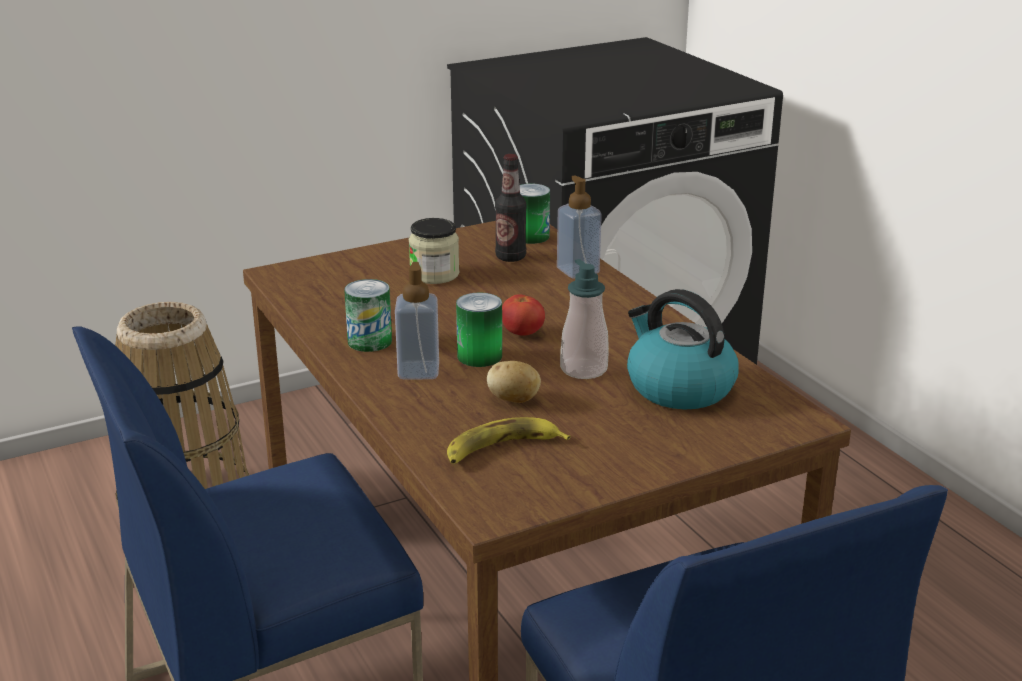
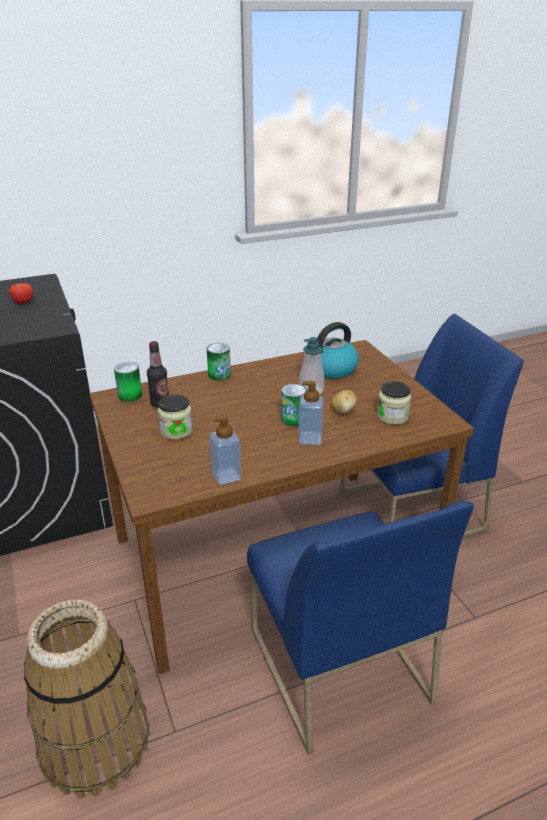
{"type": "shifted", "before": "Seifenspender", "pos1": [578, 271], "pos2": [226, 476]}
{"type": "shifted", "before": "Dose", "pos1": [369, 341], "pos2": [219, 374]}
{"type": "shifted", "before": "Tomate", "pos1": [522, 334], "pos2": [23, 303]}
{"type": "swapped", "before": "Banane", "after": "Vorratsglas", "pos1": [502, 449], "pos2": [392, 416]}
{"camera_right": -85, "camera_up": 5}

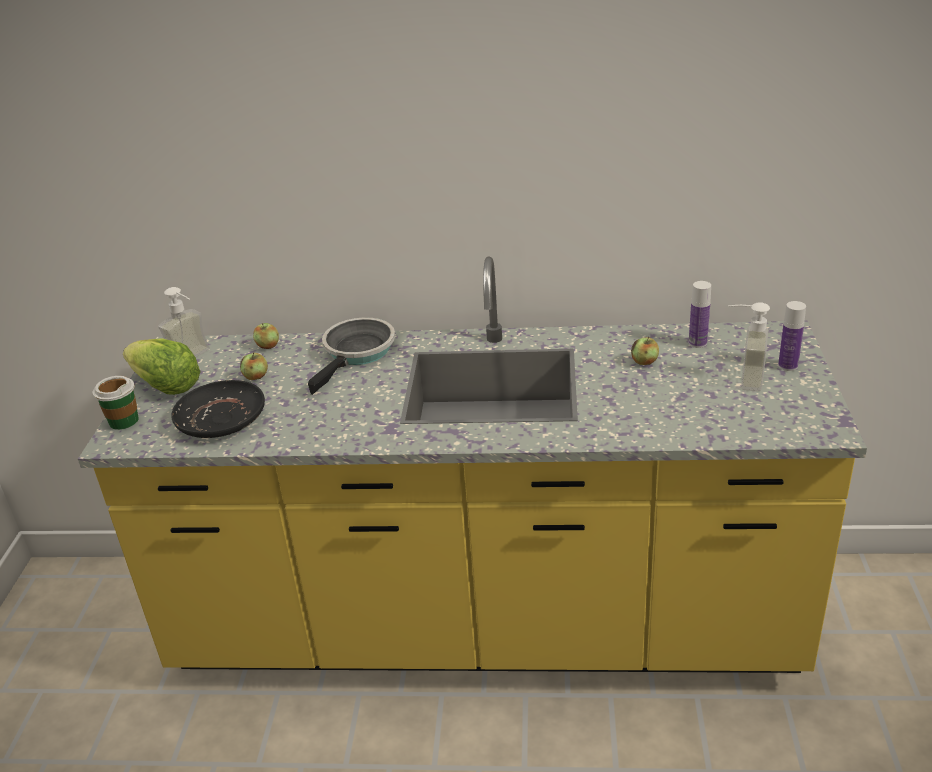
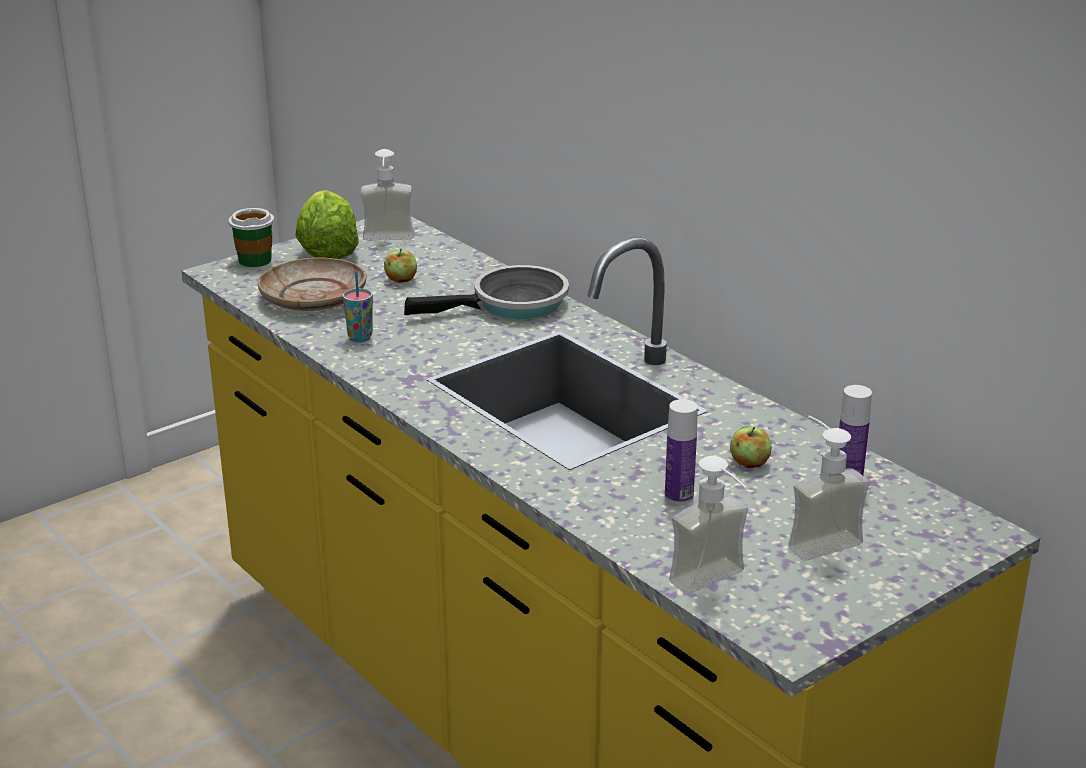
{"type": "shifted", "before": "Flasche", "pos1": [788, 366], "pos2": [679, 496]}
{"type": "gone", "before": "Apfel", "pos1": [268, 346]}
{"type": "repainted", "before": "Teller/schwarz", "after": "Teller/beige", "pos1": [222, 420], "pos2": [314, 298]}
{"type": "new", "after": "Tasse", "pos2": [360, 338]}
{"type": "new", "after": "Seifenspender", "pos2": [716, 584]}
{"camera_right": 45, "camera_up": -5}

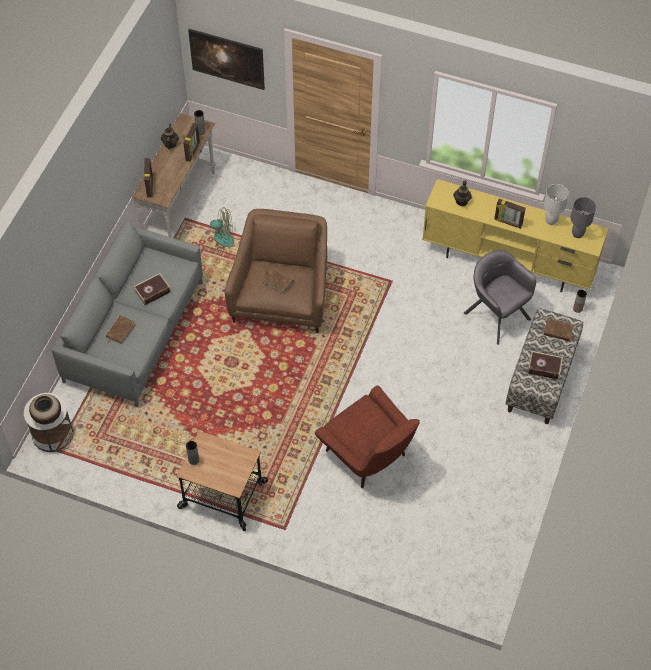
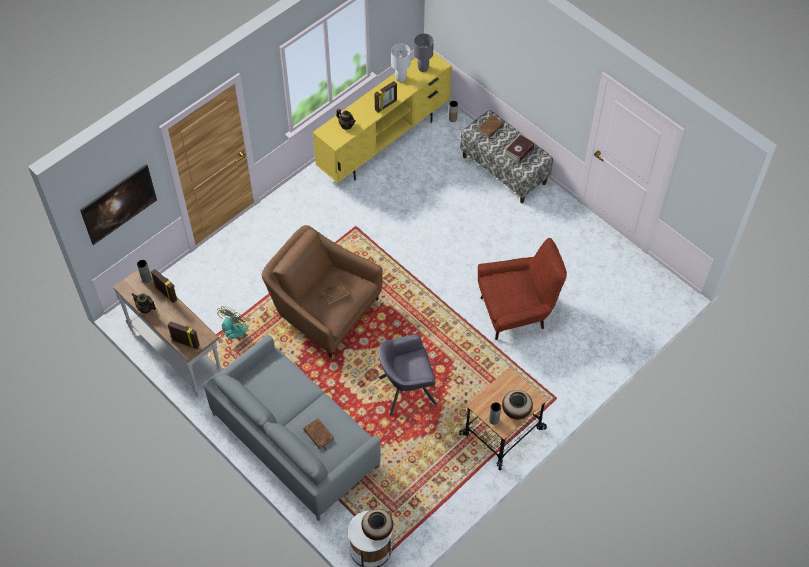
{"type": "shifted", "before": "Sessel/grau", "pos1": [497, 315], "pos2": [406, 390]}
{"type": "gone", "before": "Buch", "pos1": [152, 292]}
{"type": "new", "after": "Vase", "pos2": [516, 411]}
{"camera_right": -65, "camera_up": 0}

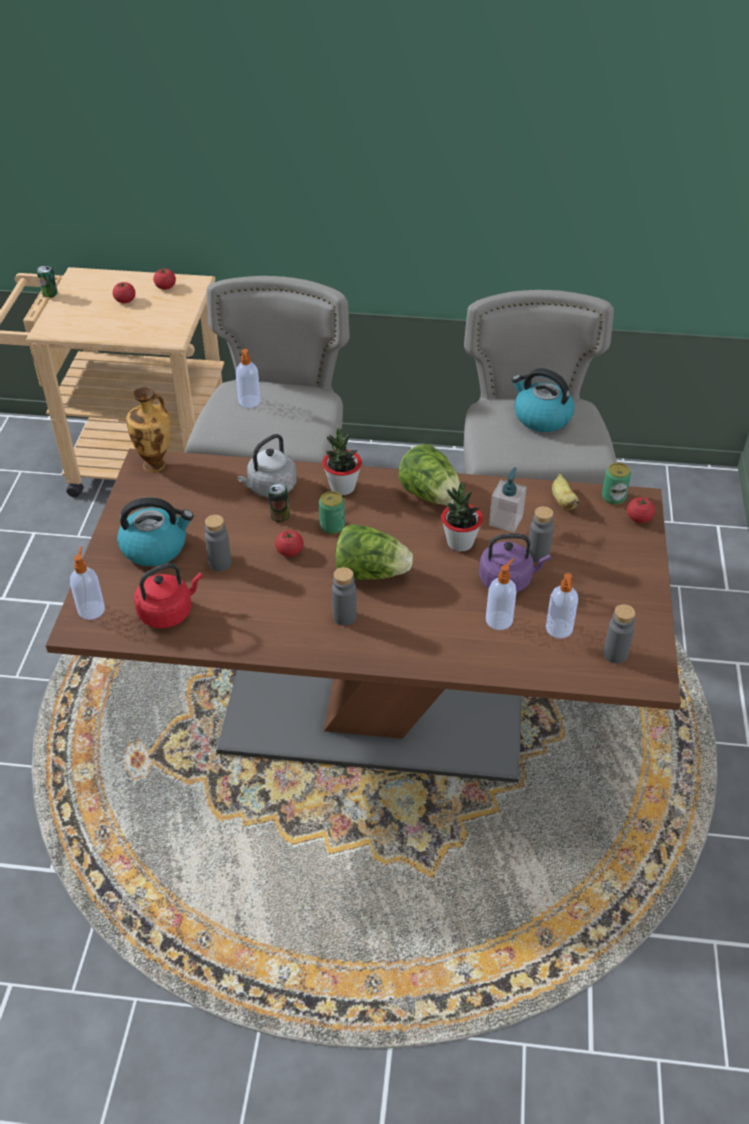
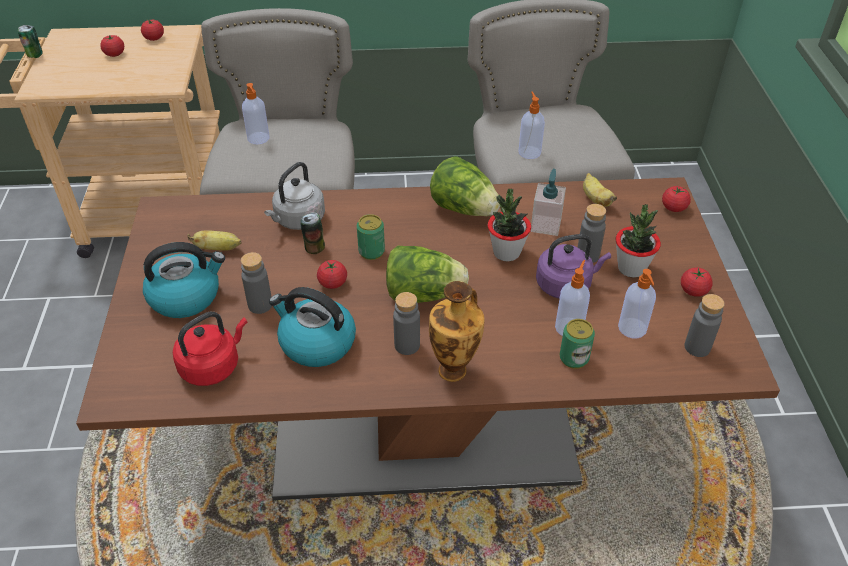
{"type": "shifted", "before": "Wasserkessel", "pos1": [541, 417], "pos2": [316, 343]}
{"type": "shifted", "before": "Vase", "pos1": [156, 465], "pos2": [454, 370]}
{"type": "shifted", "before": "Topfpflanze", "pos1": [342, 487], "pos2": [631, 268]}
{"type": "shifted", "before": "Dose", "pos1": [613, 497], "pos2": [574, 358]}
{"type": "shifted", "before": "Seifenspender", "pos1": [91, 609], "pos2": [529, 152]}
{"type": "new", "after": "Banane", "pos2": [218, 249]}
{"type": "new", "after": "Tomate", "pos2": [693, 291]}
{"camera_right": -10, "camera_up": 0}

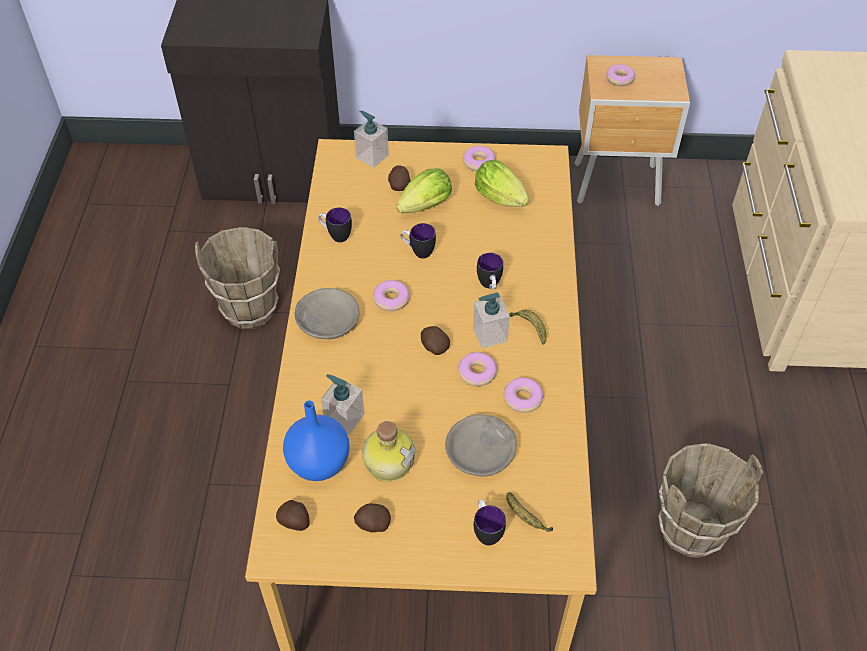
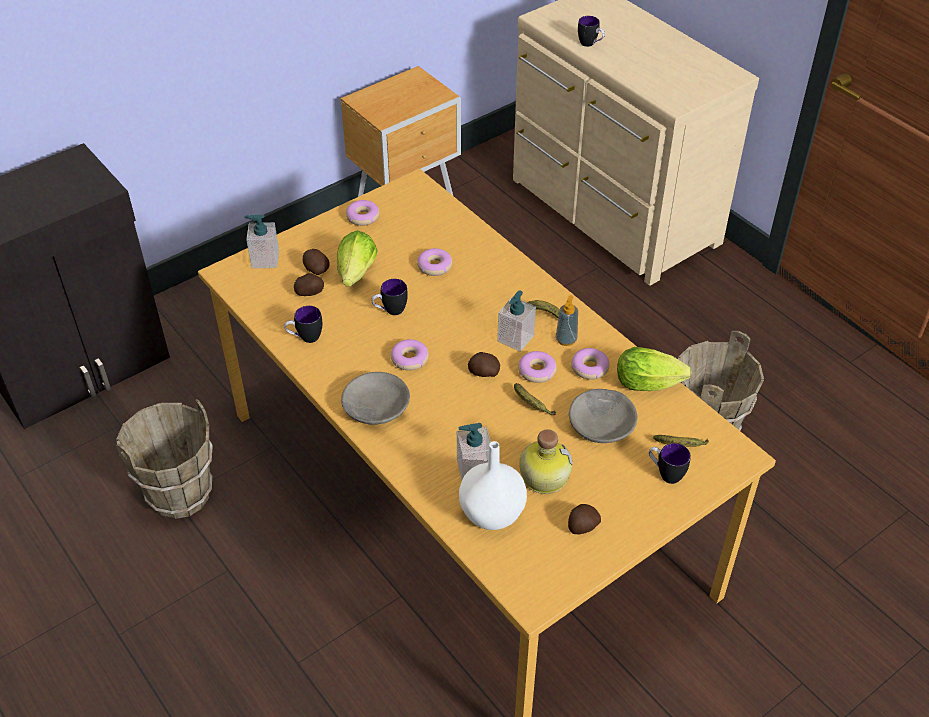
{"type": "shifted", "before": "Donut", "pos1": [619, 79], "pos2": [434, 266]}
{"type": "shifted", "before": "Salatkopf", "pos1": [502, 200], "pos2": [651, 384]}
{"type": "shifted", "before": "Henkelbecher", "pos1": [489, 286], "pos2": [590, 44]}
{"type": "repainted", "before": "Vase/blau", "after": "Vase/weiß", "pos1": [319, 465], "pos2": [493, 514]}
{"type": "shifted", "before": "Kartoffel", "pos1": [295, 522], "pos2": [310, 293]}
{"type": "new", "after": "Seifenspender", "pos2": [566, 340]}
{"type": "new", "after": "Banane", "pos2": [531, 404]}
{"camera_right": -40, "camera_up": -5}

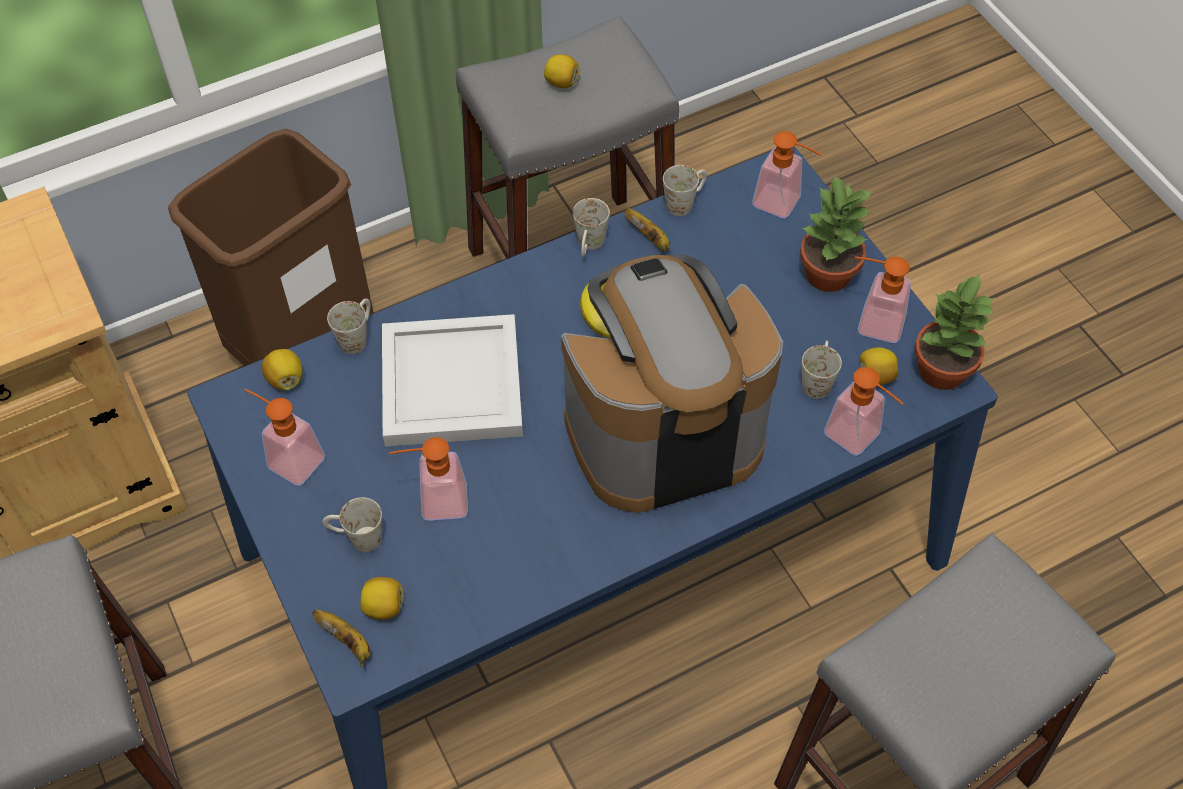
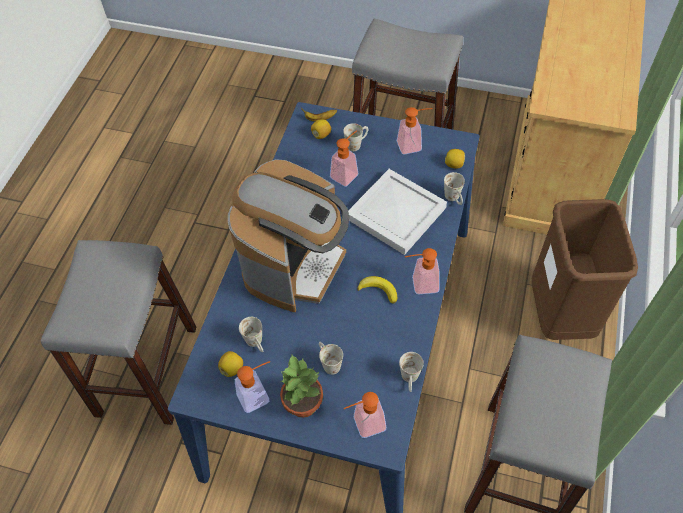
{"type": "gone", "before": "Zitrone", "pos1": [562, 82]}
{"type": "shifted", "before": "Henkelbecher/weiß", "pos1": [589, 247], "pos2": [328, 362]}
{"type": "gone", "before": "Banane", "pos1": [650, 238]}
{"type": "gone", "before": "Topfpflanze", "pos1": [940, 371]}
{"type": "shifted", "before": "Seifenspender", "pos1": [859, 439], "pos2": [420, 284]}
{"camera_right": 135, "camera_up": 0}

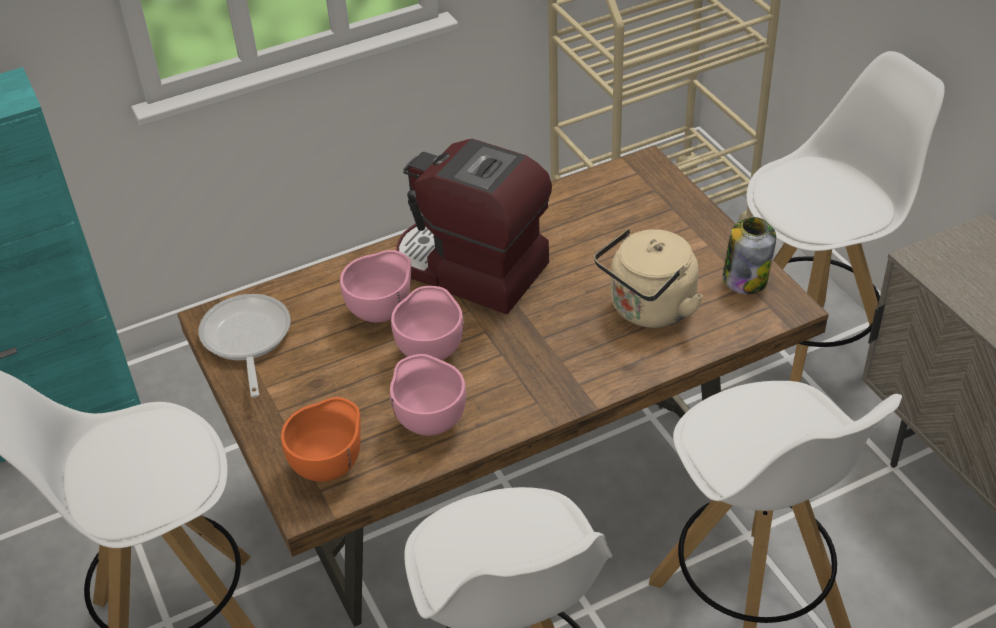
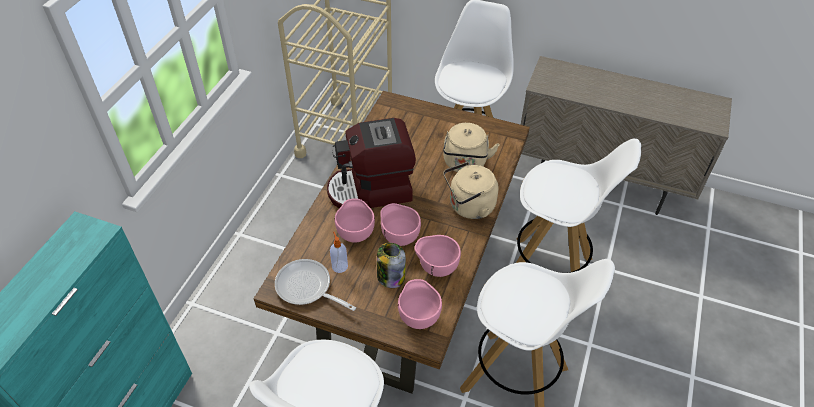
{"type": "shifted", "before": "Vorratsglas", "pos1": [745, 278], "pos2": [390, 276]}
{"type": "repainted", "before": "Schüssel/orange", "after": "Schüssel/rosa", "pos1": [330, 466], "pos2": [418, 317]}
{"type": "new", "after": "Wasserkessel/beige", "pos2": [469, 207]}
{"type": "new", "after": "Seifenspender", "pos2": [339, 266]}
{"camera_right": -45, "camera_up": 5}

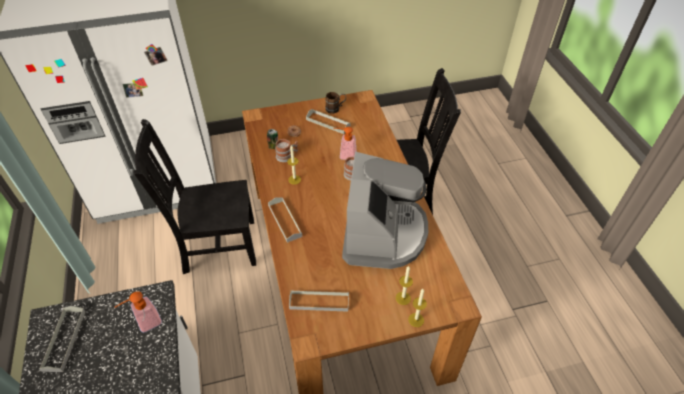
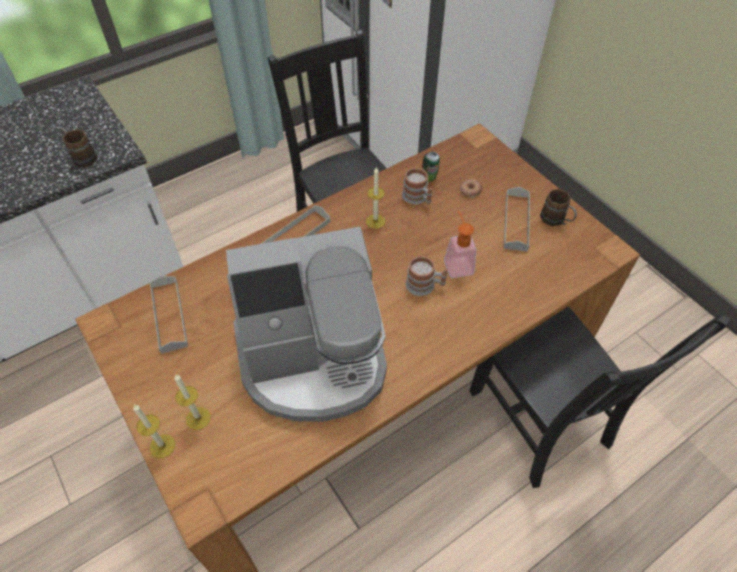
{"type": "swapped", "before": "Seifenspender", "after": "Henkelbecher/braun", "pos1": [144, 323], "pos2": [81, 156]}
{"type": "gone", "before": "Tablett/grau", "pos1": [64, 340]}
{"camera_right": 70, "camera_up": 5}

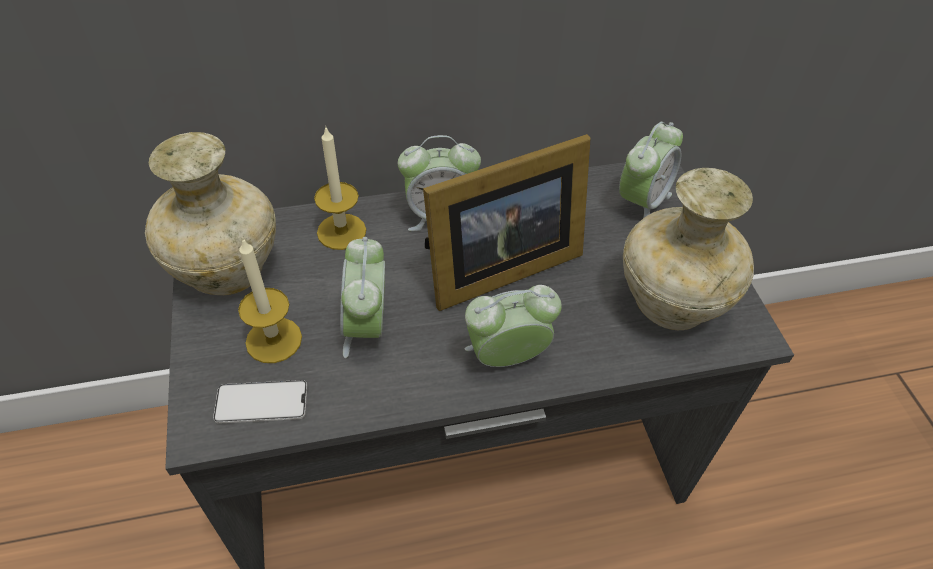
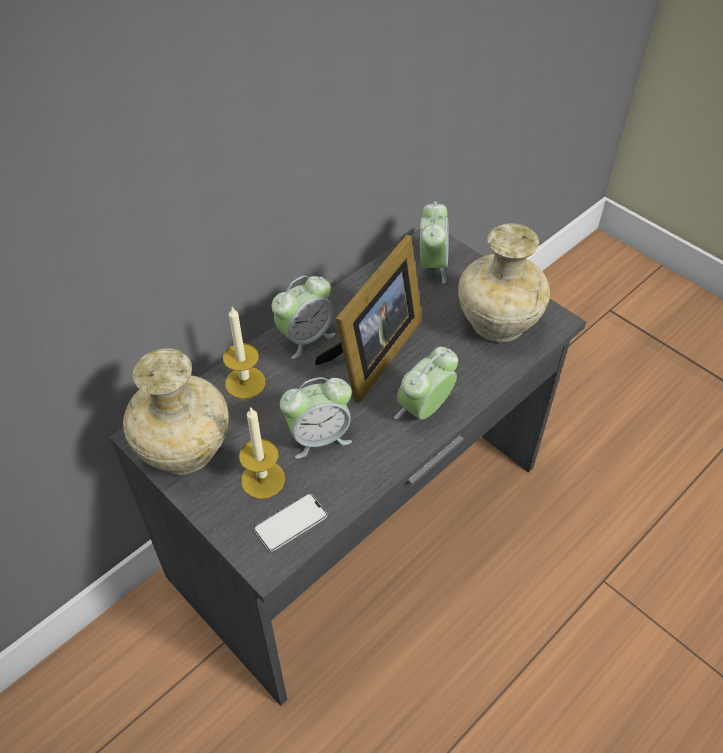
{"type": "rotated", "before": "Wecker", "pos1": [366, 326], "pos2": [319, 437], "turn": -75}
{"camera_right": -30, "camera_up": 0}

